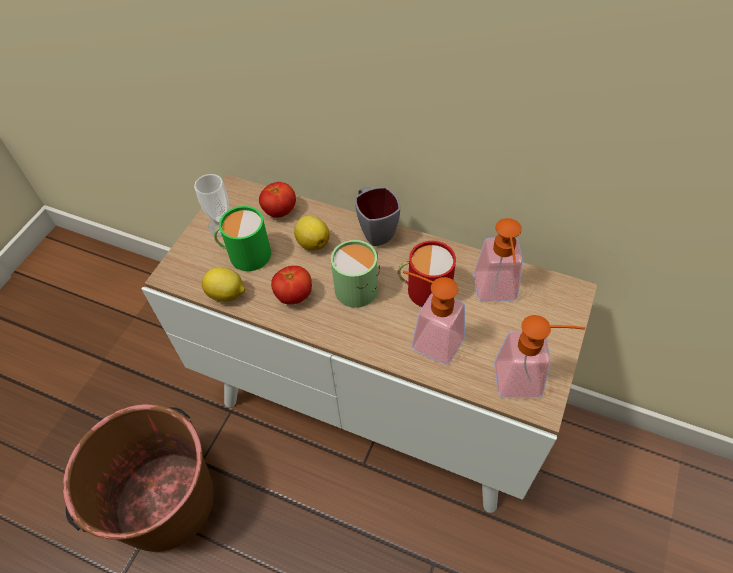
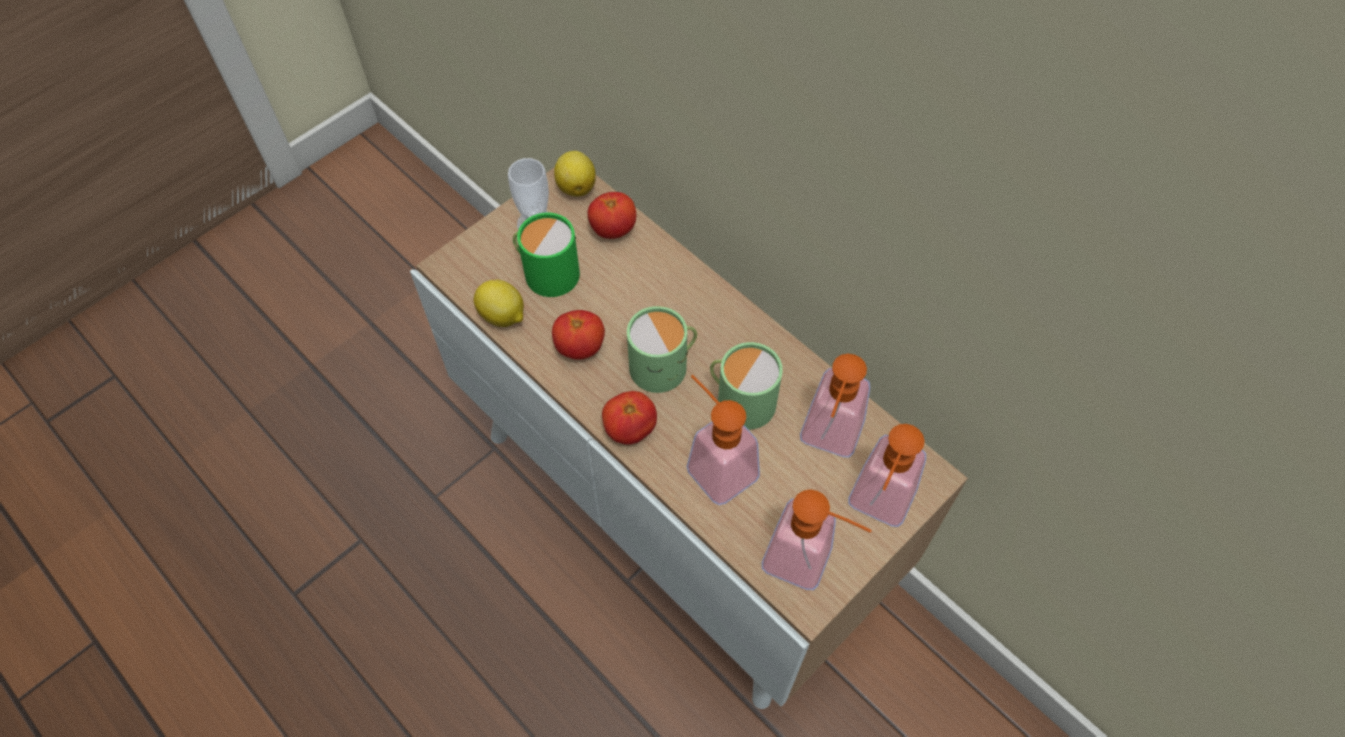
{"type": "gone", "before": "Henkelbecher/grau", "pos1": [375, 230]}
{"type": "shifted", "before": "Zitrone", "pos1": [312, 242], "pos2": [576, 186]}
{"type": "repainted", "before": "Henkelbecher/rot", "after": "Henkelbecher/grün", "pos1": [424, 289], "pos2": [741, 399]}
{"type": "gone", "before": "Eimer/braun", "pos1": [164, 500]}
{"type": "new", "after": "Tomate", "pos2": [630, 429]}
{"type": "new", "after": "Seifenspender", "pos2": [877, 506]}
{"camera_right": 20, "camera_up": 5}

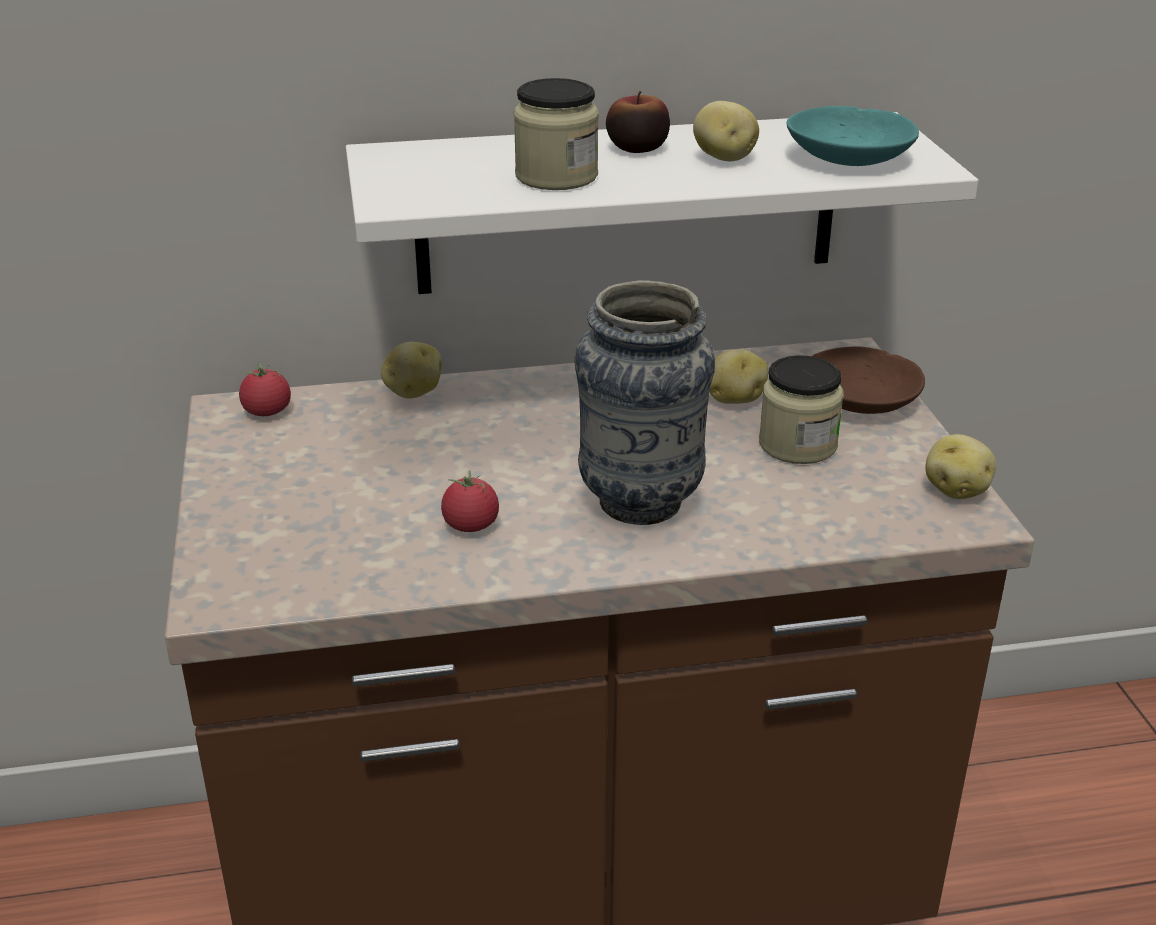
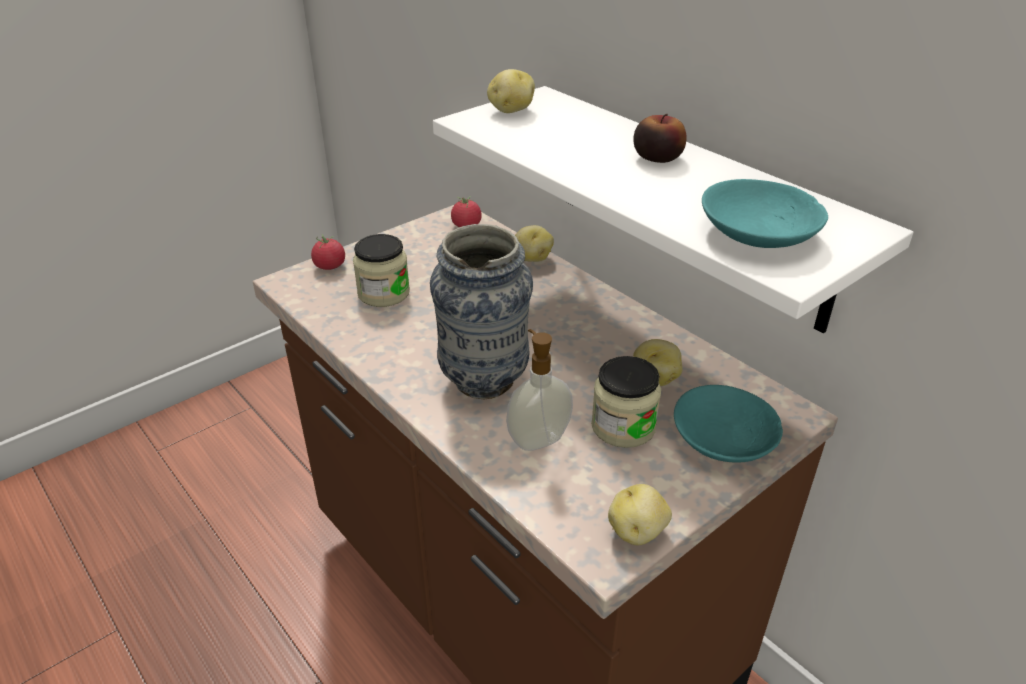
{"type": "shifted", "before": "Vorratsglas", "pos1": [556, 176], "pos2": [383, 293]}
{"type": "shifted", "before": "Kartoffel", "pos1": [723, 158], "pos2": [510, 110]}
{"type": "repainted", "before": "Schüssel/braun", "after": "Schüssel/türkis", "pos1": [862, 400], "pos2": [724, 440]}
{"type": "shifted", "before": "Tomate", "pos1": [471, 525], "pos2": [330, 266]}
{"type": "new", "after": "Seifenspender", "pos2": [538, 439]}
{"camera_right": 60, "camera_up": 5}

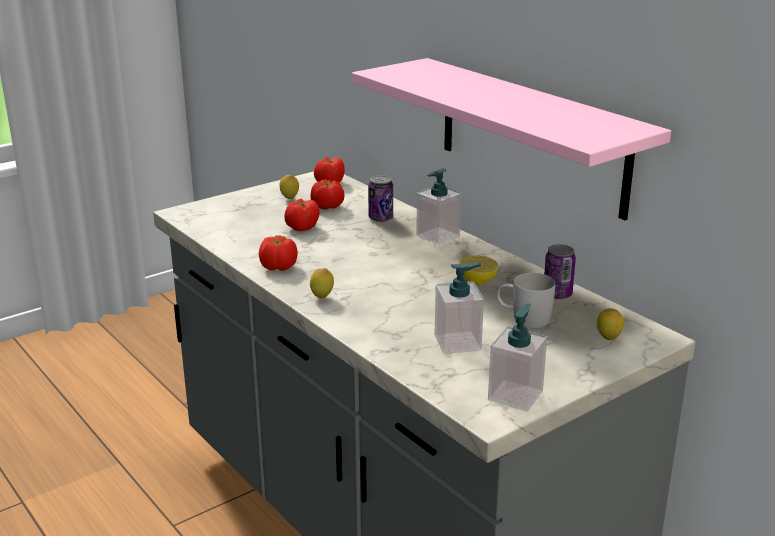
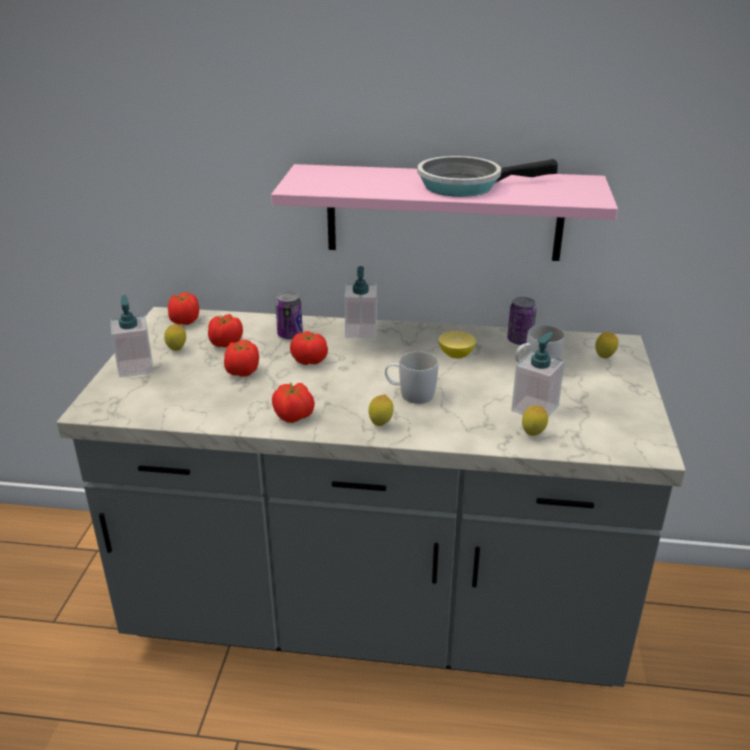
{"type": "shifted", "before": "Seifenspender", "pos1": [515, 395], "pos2": [136, 367]}
{"type": "new", "after": "Pfanne", "pos2": [466, 185]}
{"type": "new", "after": "Tomate", "pos2": [309, 361]}
{"type": "new", "after": "Henkelbecher/weiß", "pos2": [410, 394]}
{"type": "new", "after": "Zitrone", "pos2": [533, 435]}
{"camera_right": -45, "camera_up": 5}

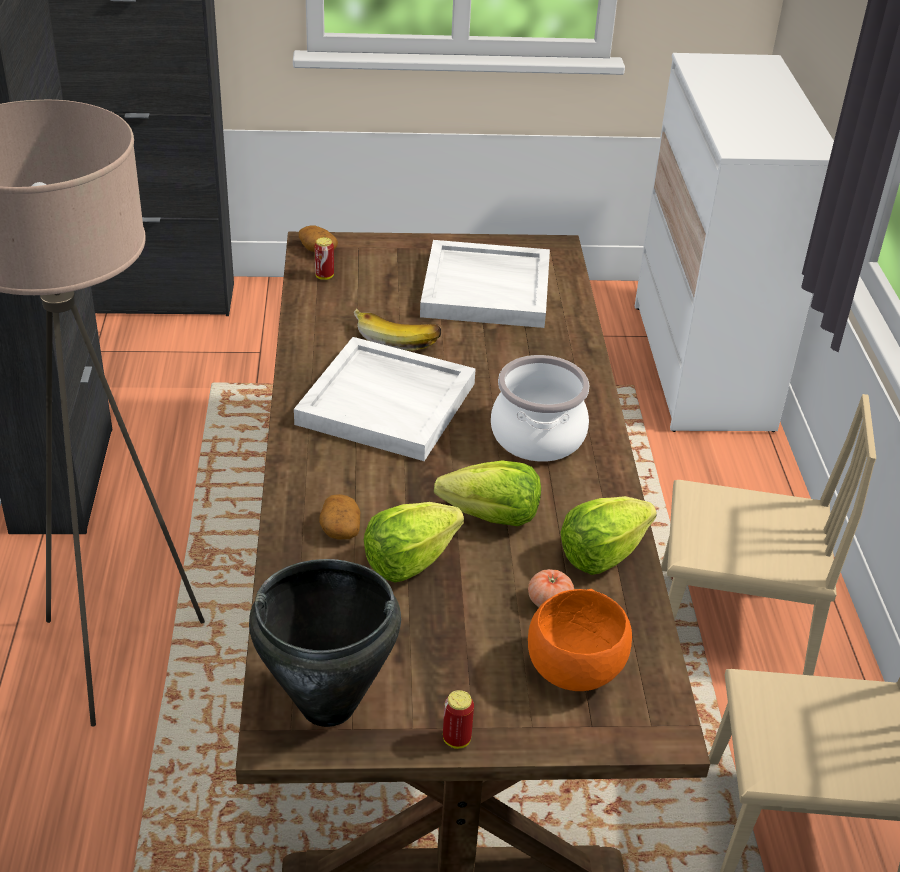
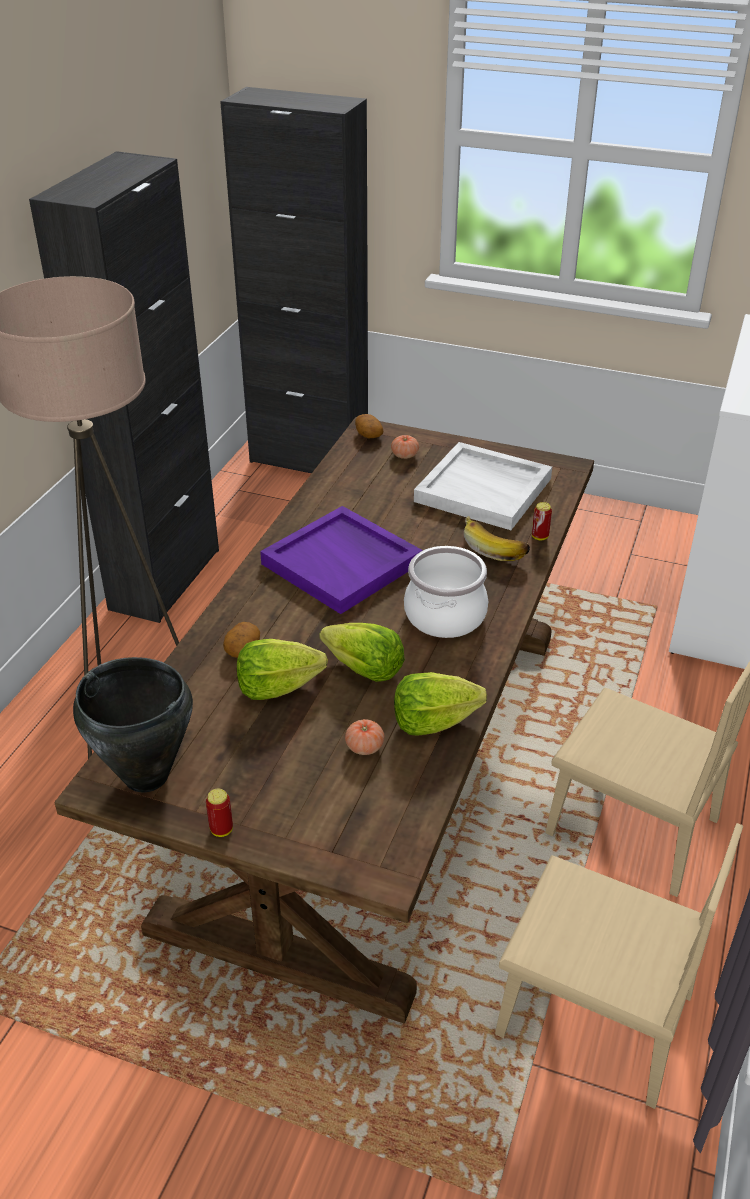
{"type": "shifted", "before": "Dose", "pos1": [324, 276], "pos2": [540, 537]}
{"type": "shifted", "before": "Banane", "pos1": [397, 337], "pos2": [495, 547]}
{"type": "repainted", "before": "Tablett/weiß", "after": "Tablett/lila", "pos1": [388, 403], "pos2": [343, 563]}
{"type": "gone", "before": "Schüssel/orange", "pos1": [574, 671]}
{"type": "new", "after": "Tomate", "pos2": [404, 455]}
{"camera_right": 25, "camera_up": 0}

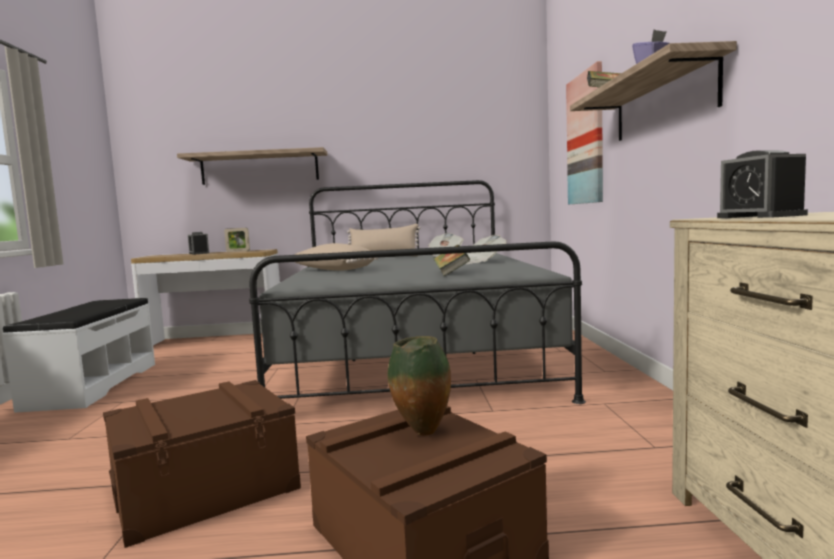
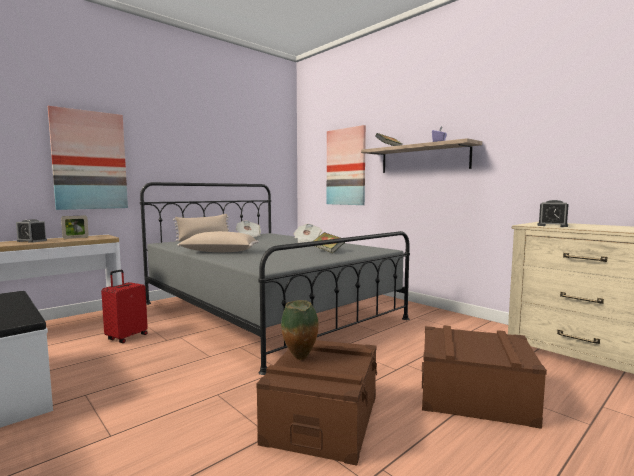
{"type": "swapped", "before": "Wandregal", "after": "Bild", "pos1": [260, 168], "pos2": [89, 160]}
{"type": "shifted", "before": "Vase", "pos1": [422, 434], "pos2": [300, 359]}
{"type": "new", "after": "Koffer/rot", "pos2": [126, 337]}
{"camera_right": -40, "camera_up": 0}

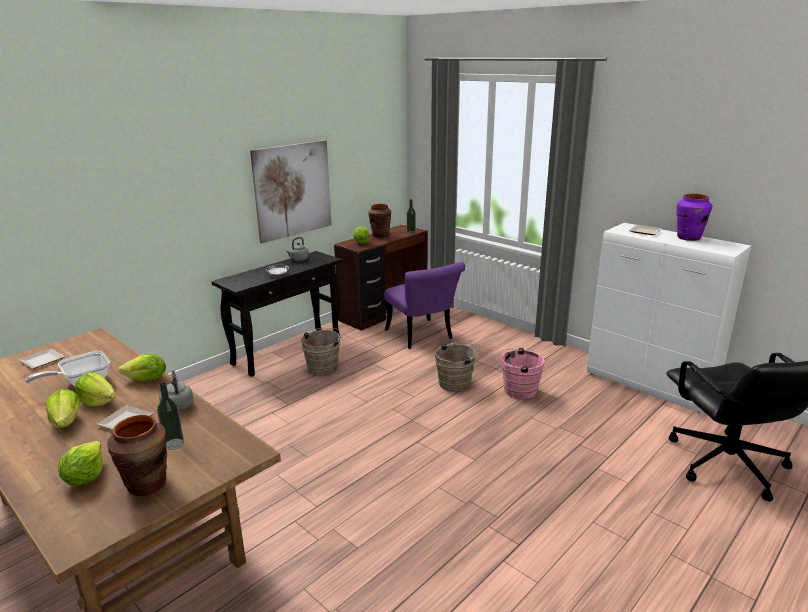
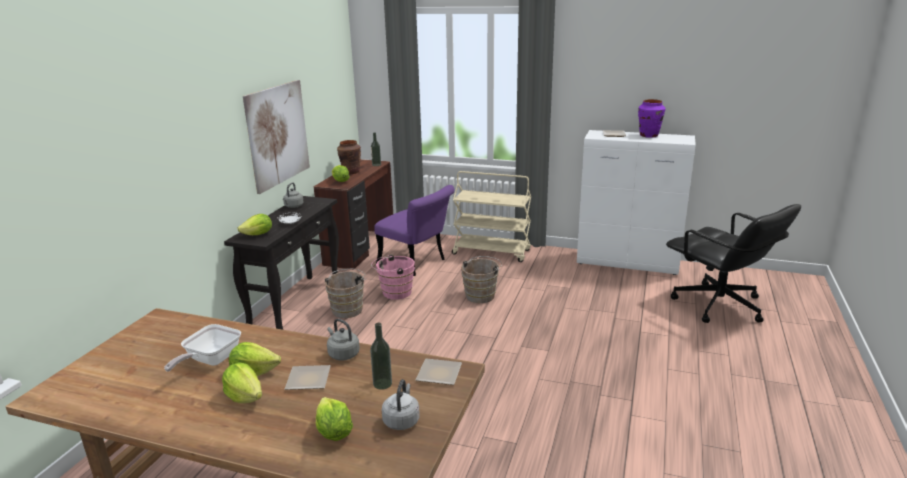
{"type": "shifted", "before": "Teller", "pos1": [44, 360], "pos2": [441, 373]}
{"type": "shifted", "before": "Eimer/rosa", "pos1": [517, 390], "pos2": [394, 293]}
{"type": "shifted", "before": "Salatkopf", "pos1": [147, 380], "pos2": [258, 234]}
{"type": "swapped", "before": "Vase/braun", "after": "Wasserkessel/grau", "pos1": [147, 485], "pos2": [402, 420]}
{"type": "new", "after": "Rollwagen/beige", "pos2": [492, 252]}
{"camera_right": -25, "camera_up": 0}

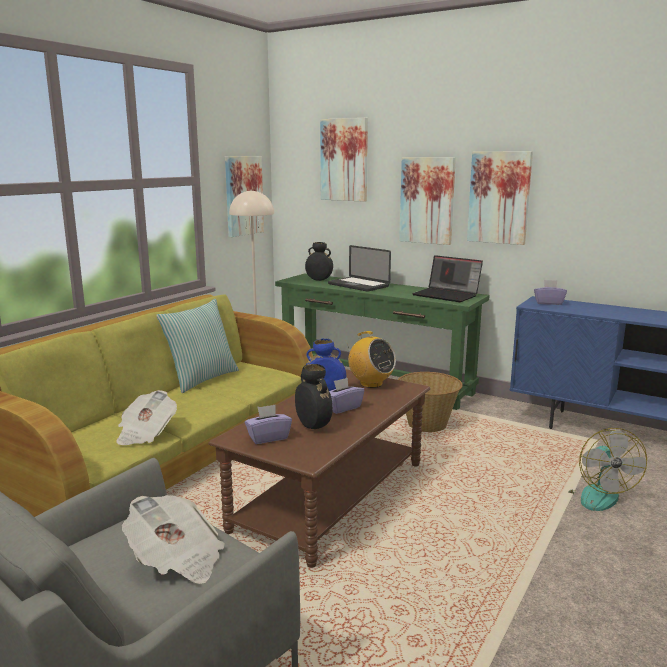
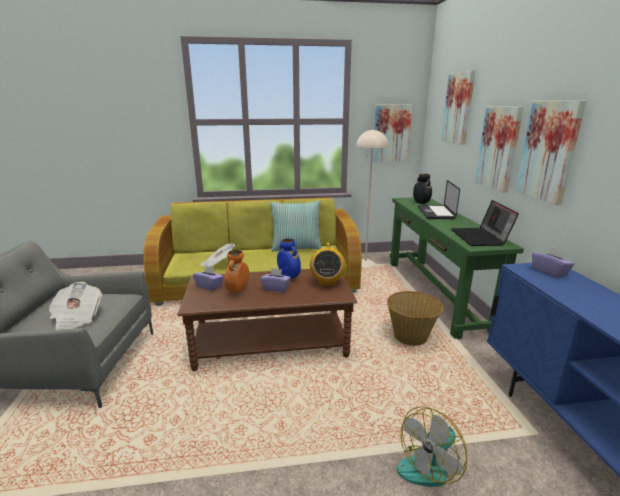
{"type": "repainted", "before": "Vase/schwarz", "after": "Vase/orange", "pos1": [312, 426], "pos2": [238, 291]}
{"camera_right": 50, "camera_up": 5}

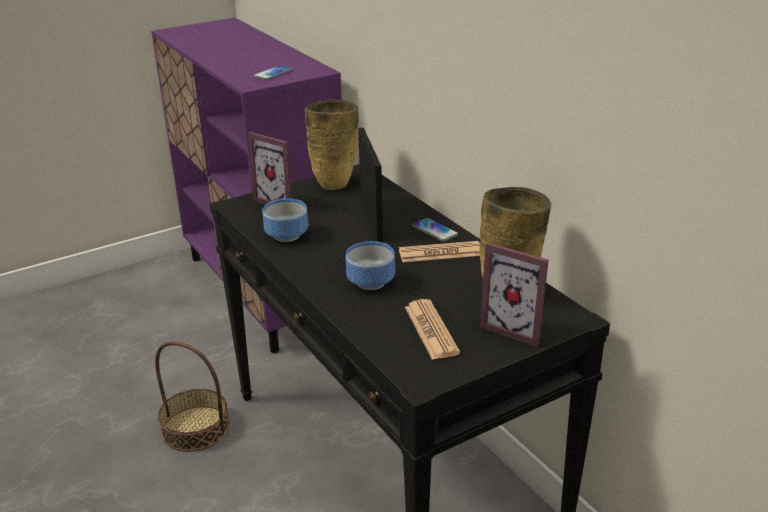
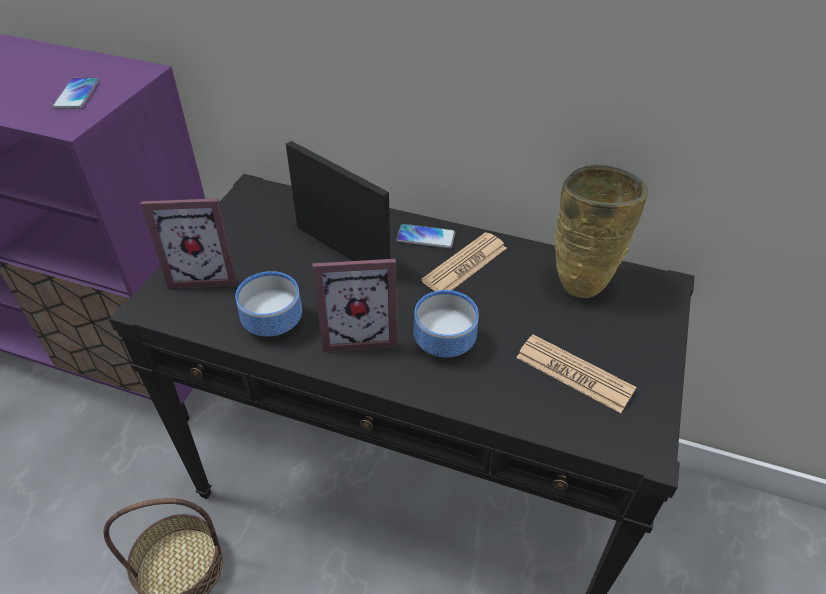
{"type": "gone", "before": "Vase/beige", "pos1": [335, 184]}
{"type": "shifted", "before": "Bilderrahmen", "pos1": [516, 327], "pos2": [359, 333]}
{"camera_right": -40, "camera_up": 15}

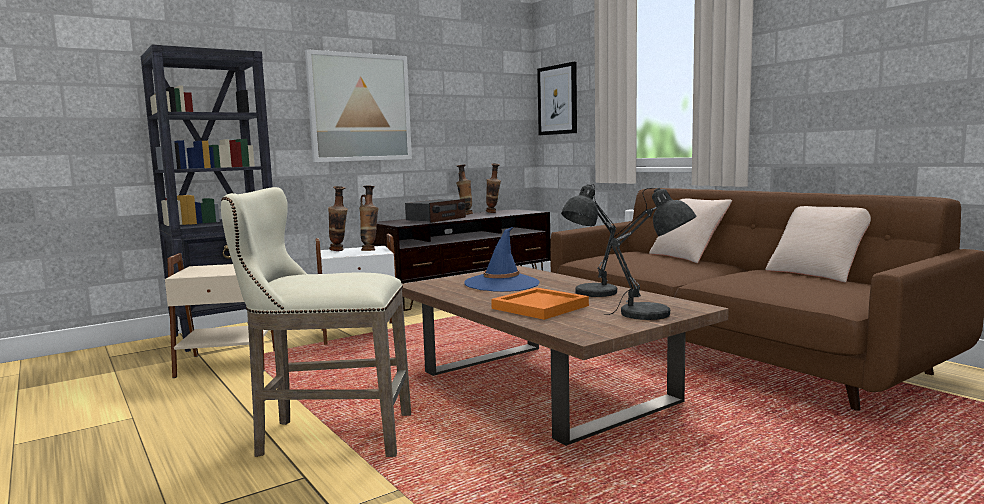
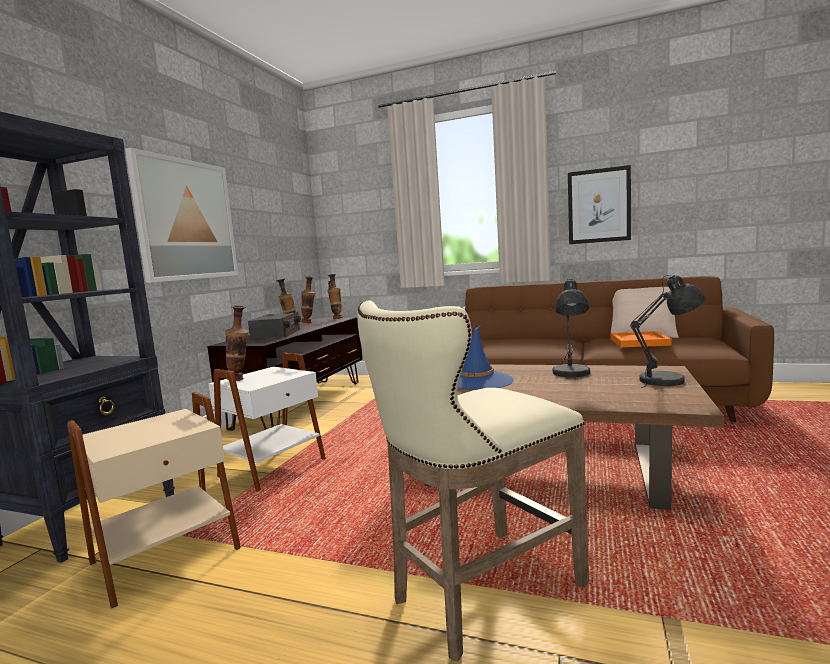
{"type": "shifted", "before": "Bild", "pos1": [558, 100], "pos2": [598, 206]}
{"type": "shifted", "before": "Vase", "pos1": [370, 250], "pos2": [337, 318]}
{"type": "gone", "before": "Kissen/beige", "pos1": [688, 256]}
{"type": "shifted", "before": "Tablett/orange", "pos1": [540, 306], "pos2": [638, 342]}
{"camera_right": -35, "camera_up": 0}

